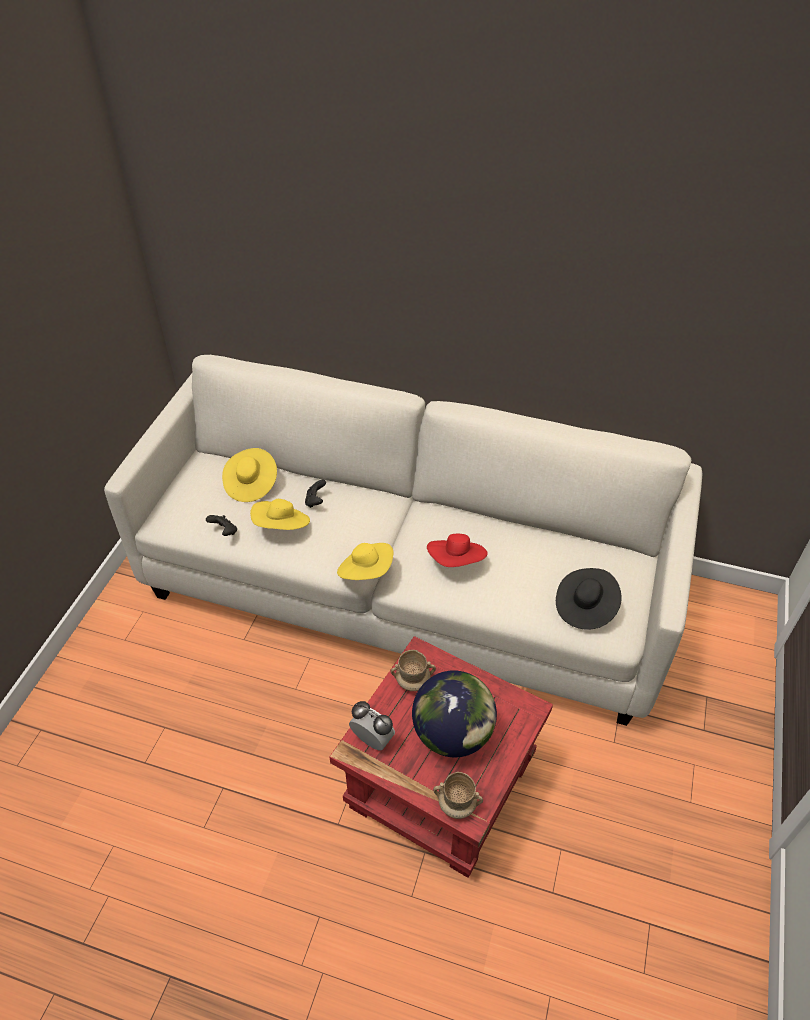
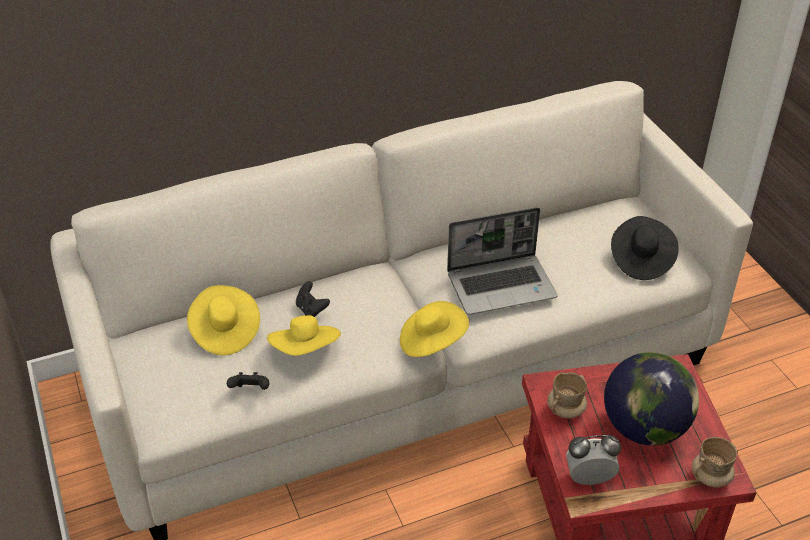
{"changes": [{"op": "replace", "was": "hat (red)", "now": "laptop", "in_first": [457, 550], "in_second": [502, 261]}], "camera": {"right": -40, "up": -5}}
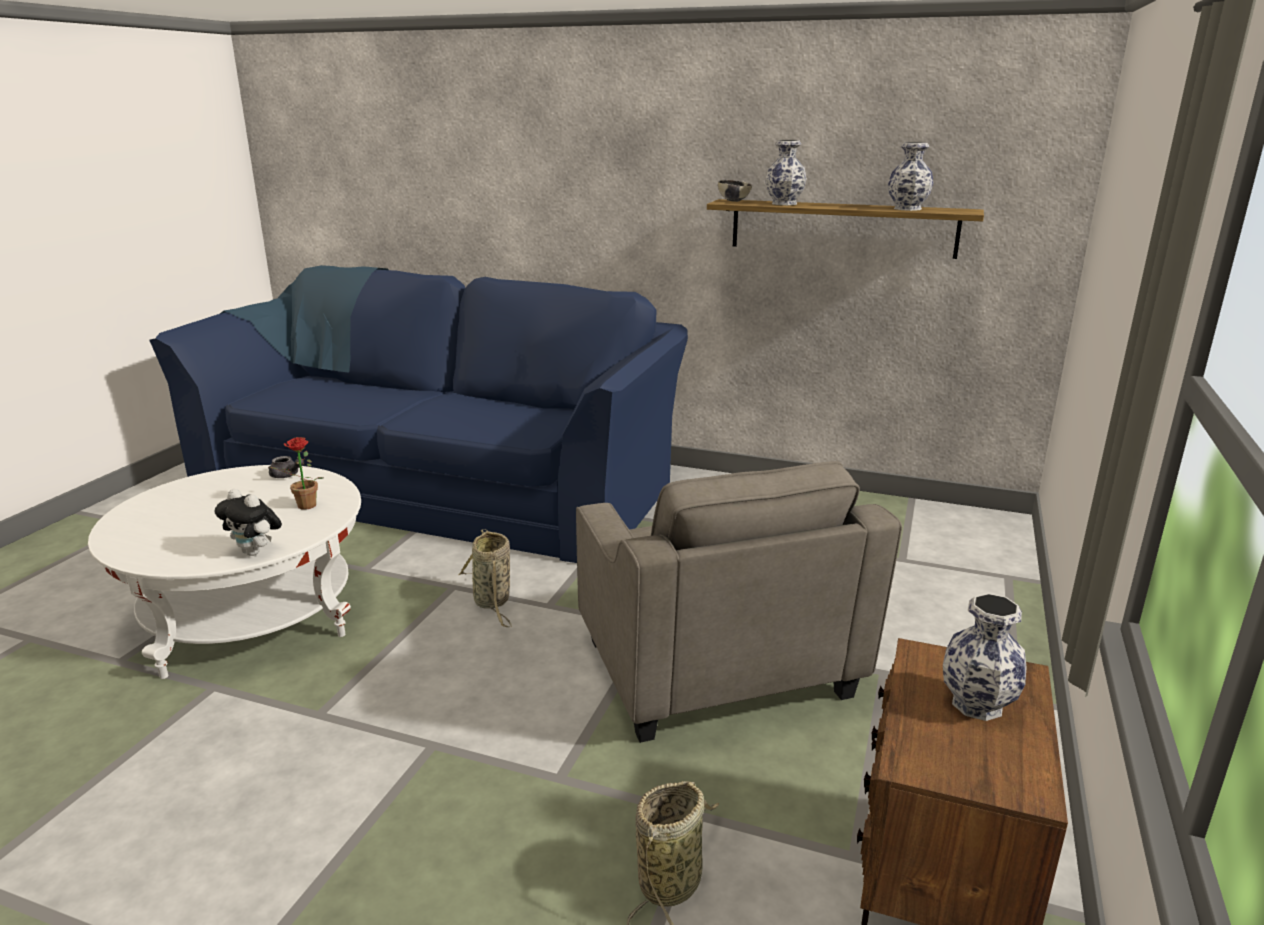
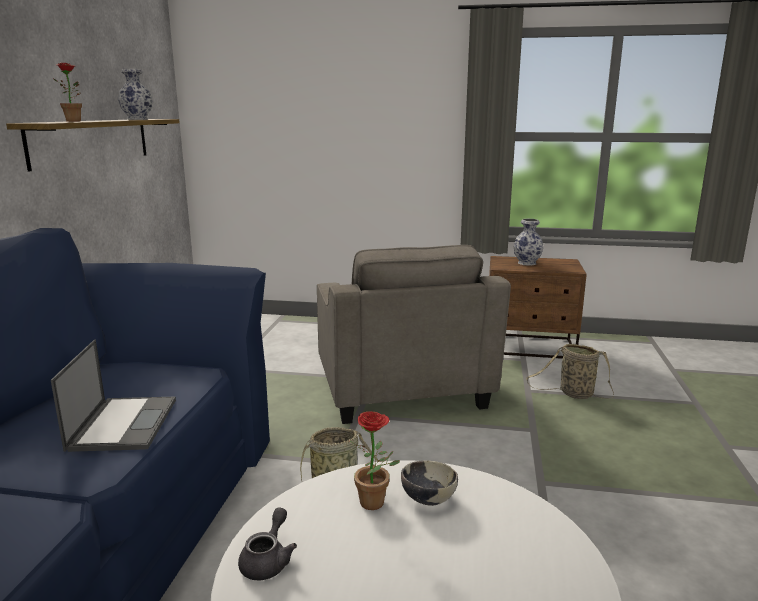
{"changes": [{"op": "delete", "was": "plush toy", "in_first": [248, 522]}, {"op": "rotate", "was": "armchair (grey)", "in_first": [739, 602], "in_second": [414, 334], "clockwise": 105}, {"op": "move", "was": "bowl", "in_first": [735, 191], "in_second": [429, 483]}, {"op": "replace", "was": "vase", "now": "potted plant", "in_first": [786, 172], "in_second": [68, 92]}, {"op": "insert", "now": "laptop", "in_second": [113, 395]}], "camera": {"right": -100, "up": -5}}
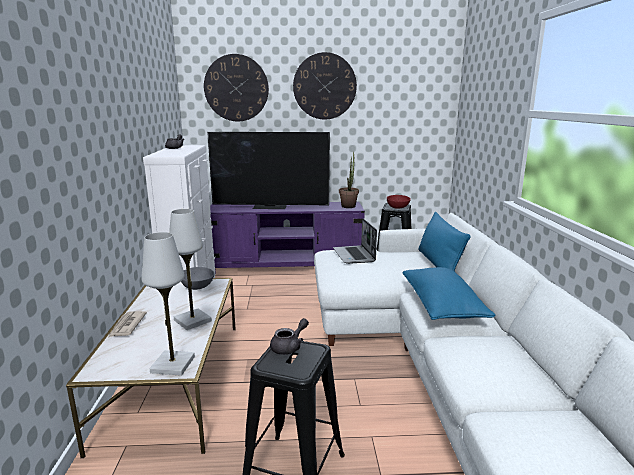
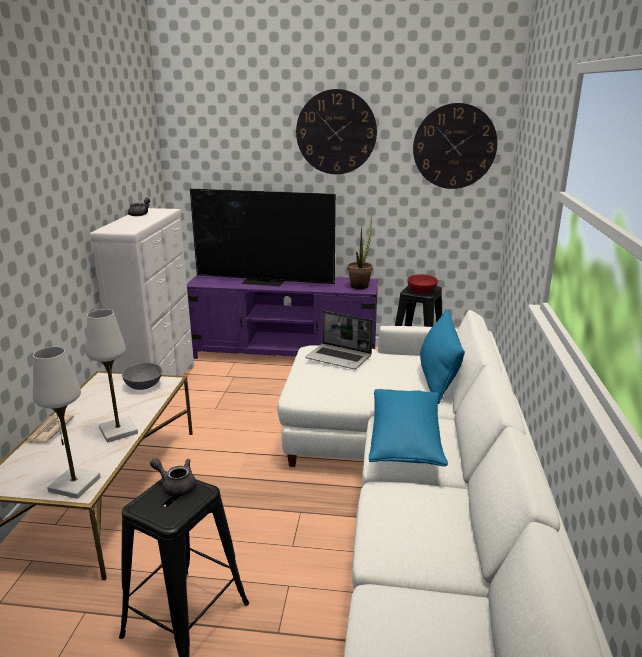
{"changes": [{"op": "move", "was": "wall clock", "in_first": [236, 87], "in_second": [455, 146]}, {"op": "rotate", "was": "teapot (grey)", "in_first": [289, 336], "in_second": [173, 477], "clockwise": -120}, {"op": "rotate", "was": "laptop", "in_first": [355, 241], "in_second": [339, 340], "clockwise": -60}], "camera": {"right": 10, "up": 5}}
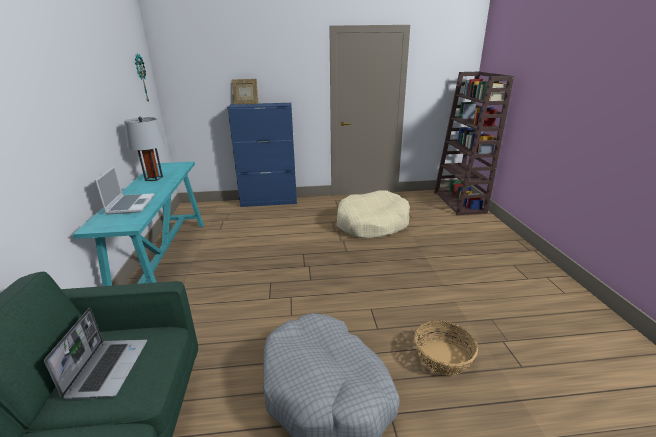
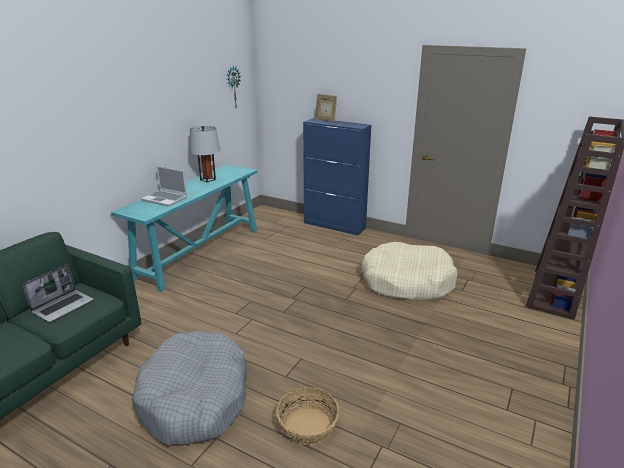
{"changes": [{"op": "rotate", "was": "laptop", "in_first": [125, 190], "in_second": [164, 186], "clockwise": 90}], "camera": {"right": 35, "up": 0}}
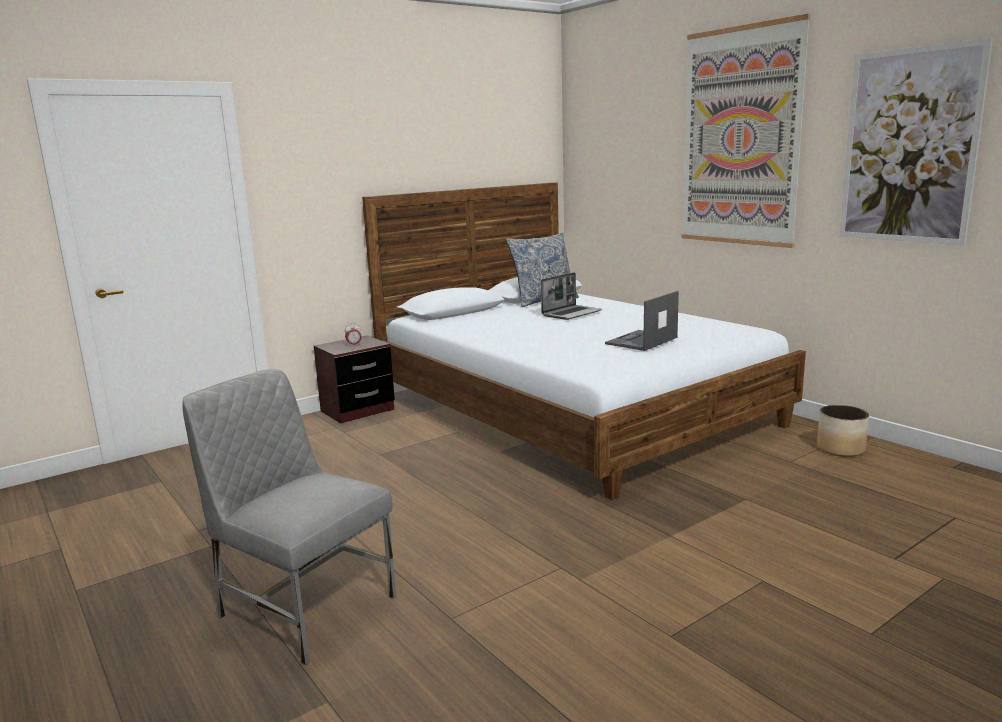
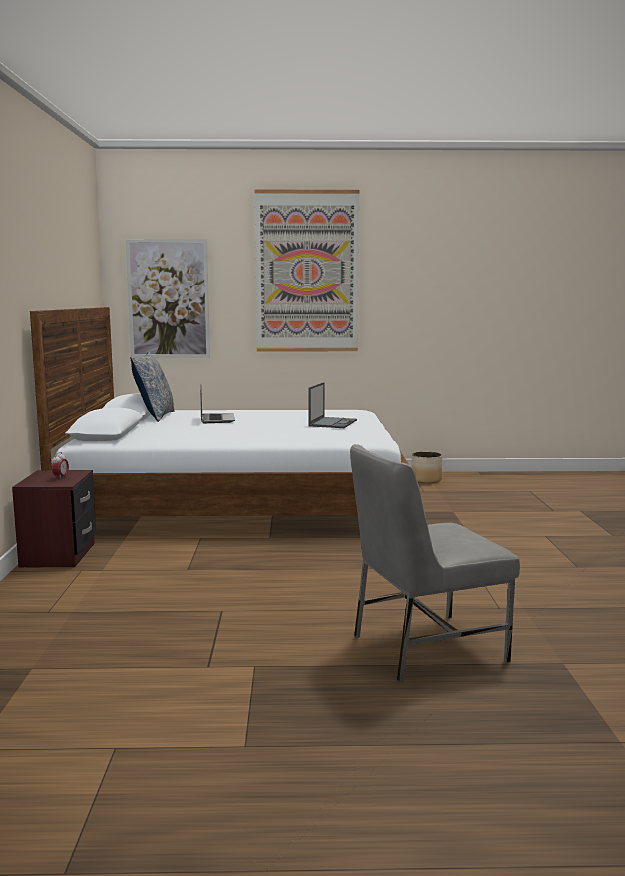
{"changes": [{"op": "rotate", "was": "laptop", "in_first": [642, 321], "in_second": [332, 405], "clockwise": -150}, {"op": "move", "was": "picture", "in_first": [916, 141], "in_second": [168, 298]}], "camera": {"right": -55, "up": -5}}
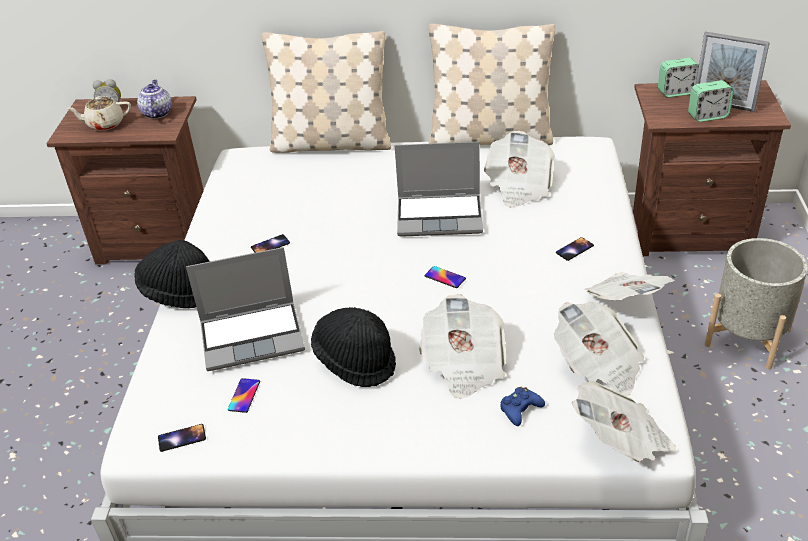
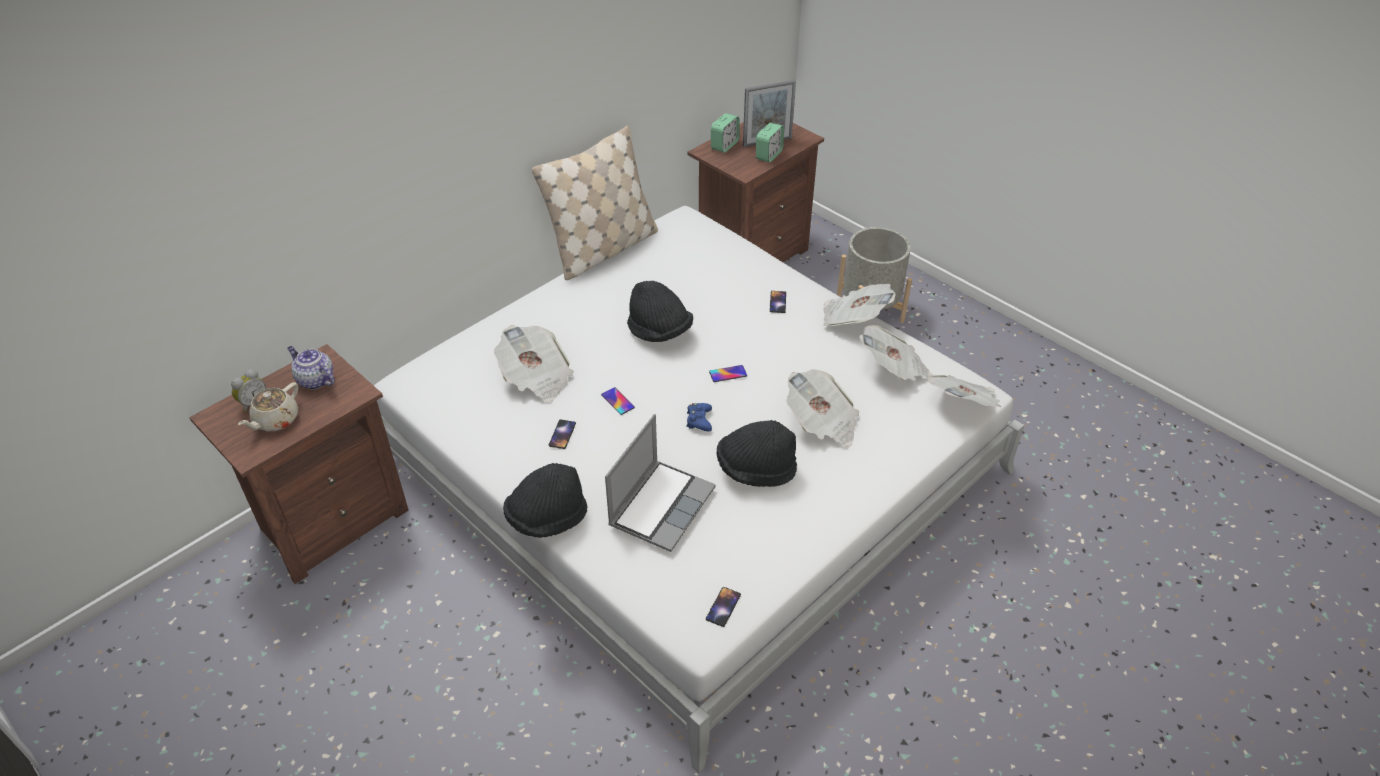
{"changes": [{"op": "move", "was": "phone", "in_first": [244, 395], "in_second": [618, 401]}, {"op": "delete", "was": "pillow (beige)", "in_first": [326, 92]}, {"op": "replace", "was": "laptop", "now": "hat (black)", "in_first": [439, 189], "in_second": [660, 311]}, {"op": "move", "was": "newspaper", "in_first": [519, 169], "in_second": [534, 363]}, {"op": "move", "was": "game controller (blue)", "in_first": [523, 406], "in_second": [699, 417]}], "camera": {"right": -50, "up": 5}}
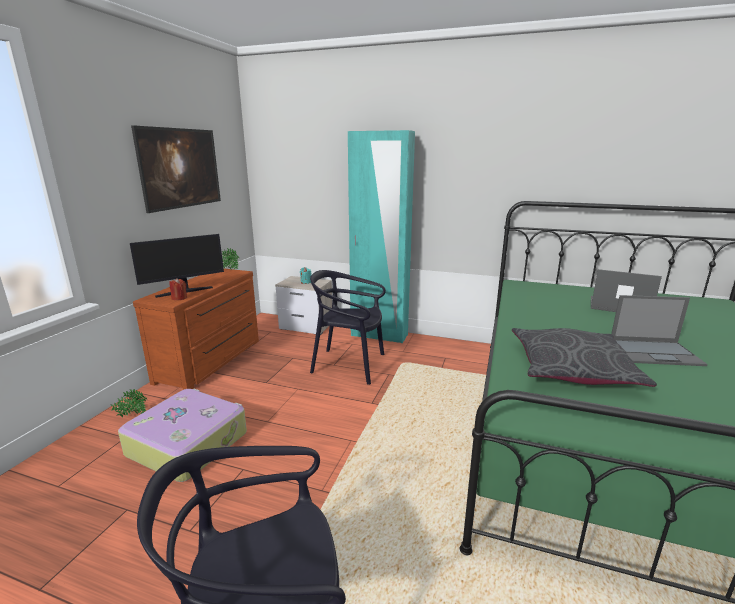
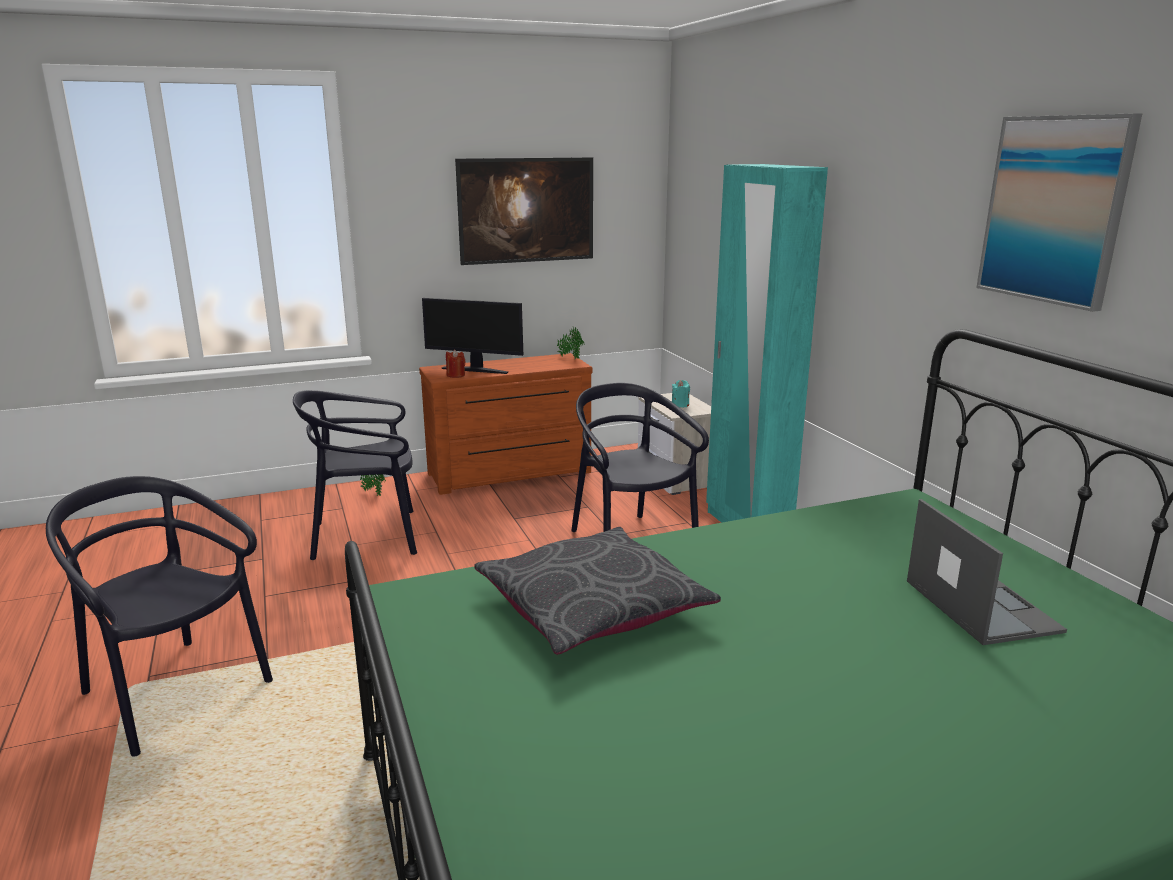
{"changes": [{"op": "replace", "was": "suitcase", "now": "chair (black)", "in_first": [182, 435], "in_second": [355, 475]}, {"op": "delete", "was": "laptop", "in_first": [659, 330]}, {"op": "insert", "now": "picture", "in_second": [1059, 212]}], "camera": {"right": 50, "up": 0}}
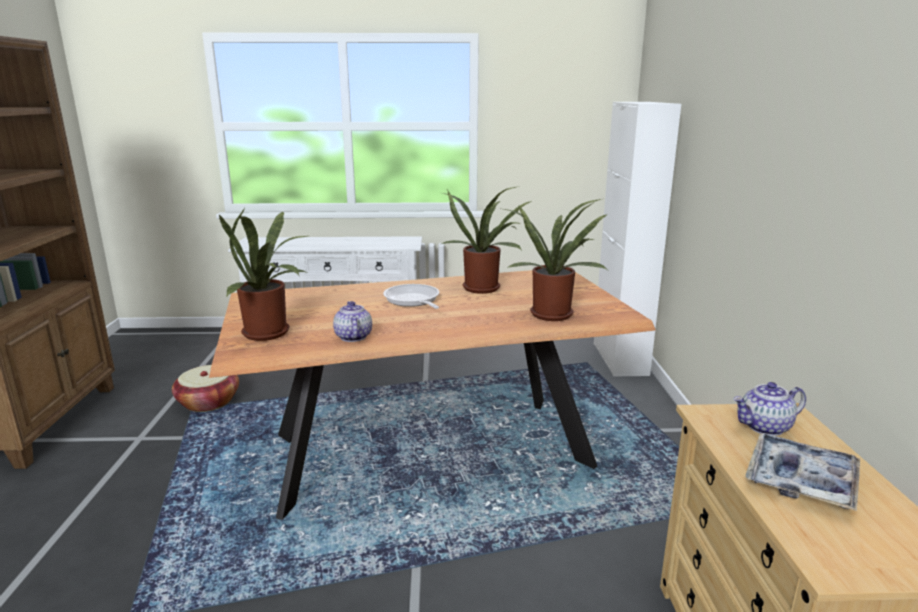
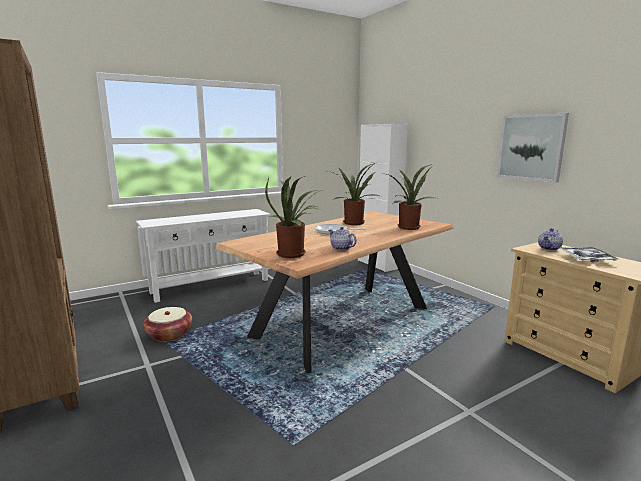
{"changes": [{"op": "insert", "now": "picture", "in_second": [533, 148]}], "camera": {"right": -30, "up": -5}}
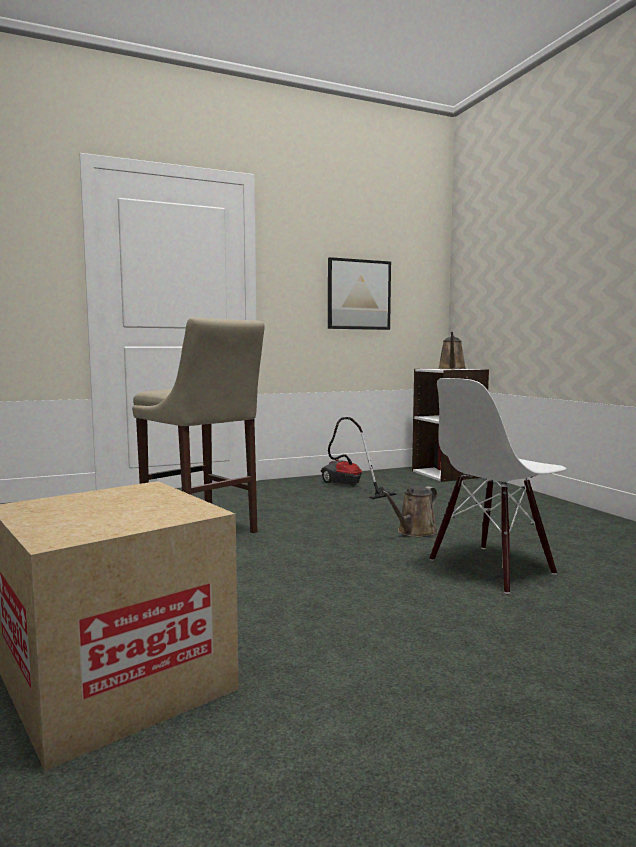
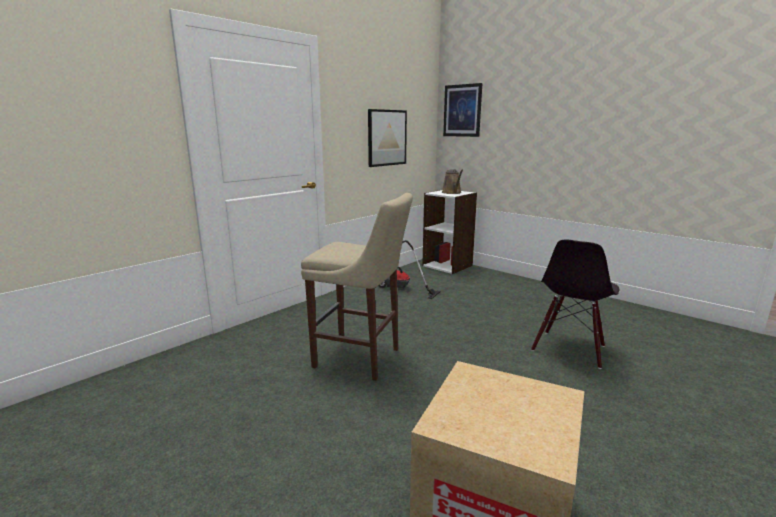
{"changes": [{"op": "delete", "was": "watering can (brown)", "in_first": [409, 511]}, {"op": "recolor", "was": "chair (white)", "now": "chair (black)", "in_first": [498, 486], "in_second": [575, 304]}, {"op": "insert", "now": "picture", "in_second": [462, 110]}], "camera": {"right": -25, "up": 10}}
